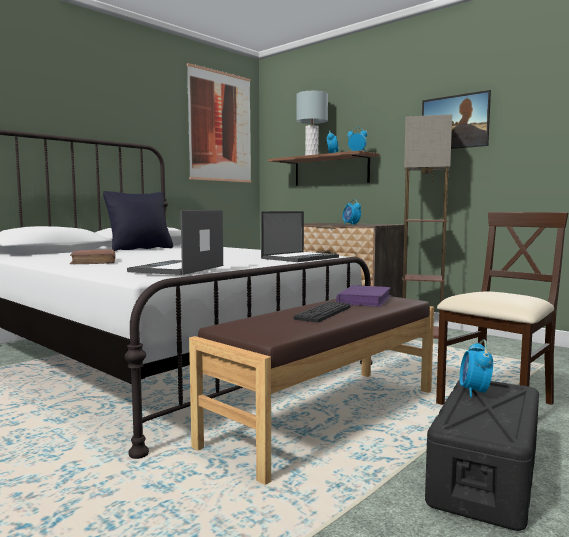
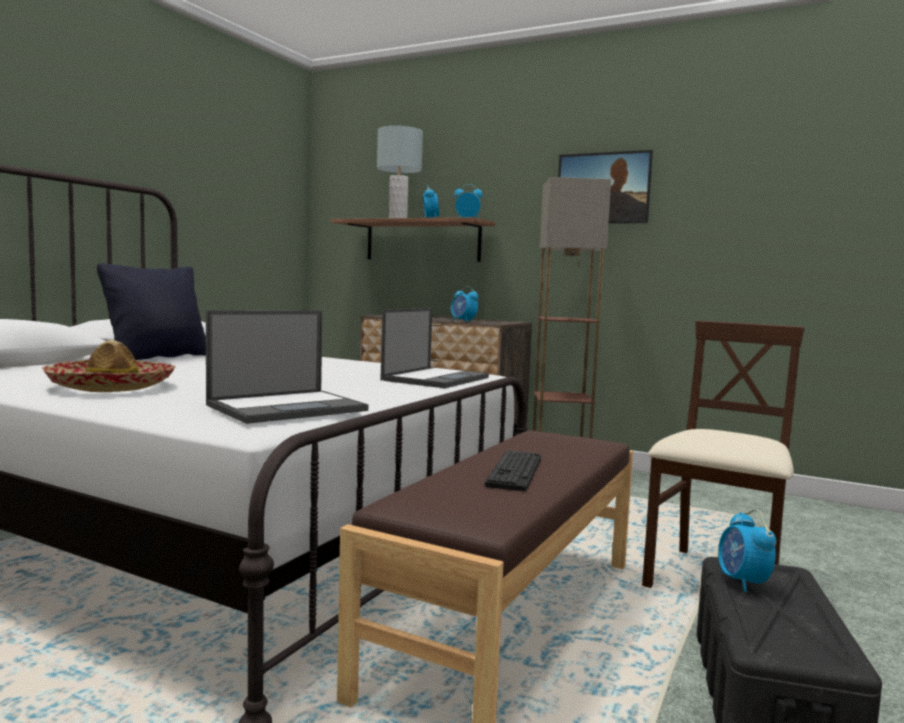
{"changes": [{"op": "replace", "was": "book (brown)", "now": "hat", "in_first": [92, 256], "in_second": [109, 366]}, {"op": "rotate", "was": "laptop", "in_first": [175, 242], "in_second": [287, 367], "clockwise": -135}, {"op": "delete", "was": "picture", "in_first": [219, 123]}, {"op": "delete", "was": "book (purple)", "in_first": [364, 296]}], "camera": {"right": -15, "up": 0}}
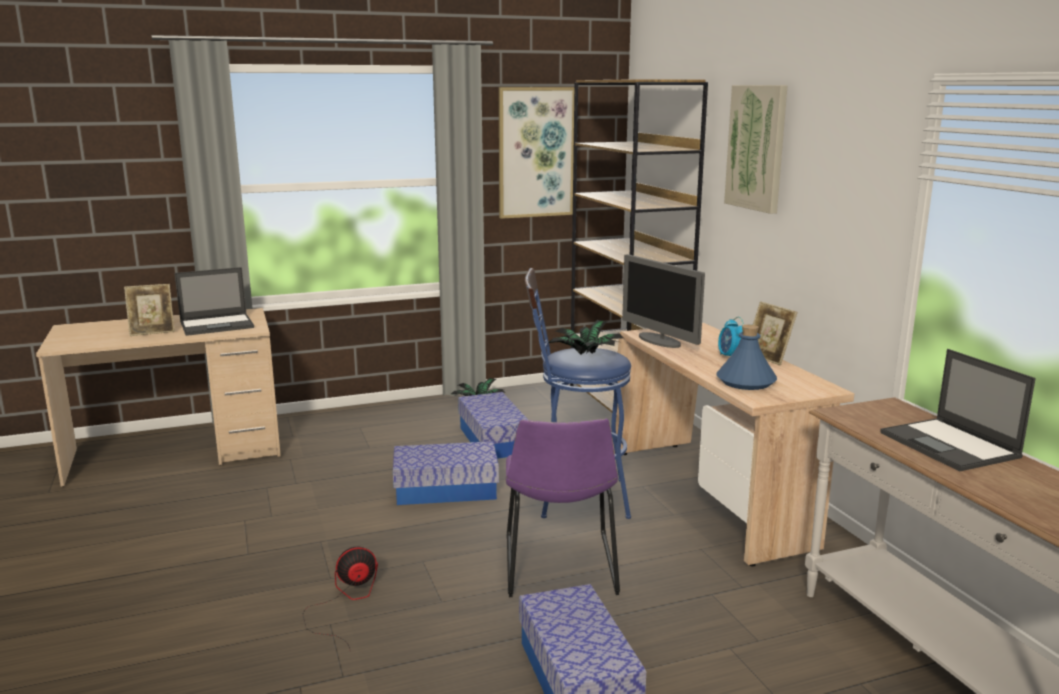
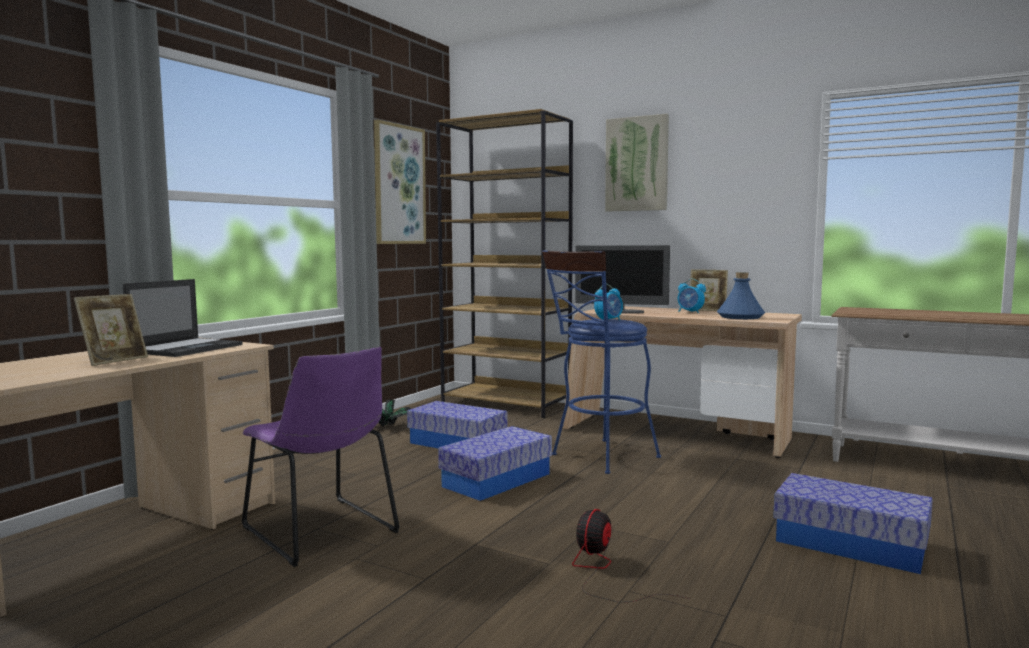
{"changes": [{"op": "move", "was": "chair (purple)", "in_first": [563, 508], "in_second": [321, 457]}, {"op": "replace", "was": "potted plant", "now": "alarm clock", "in_first": [586, 337], "in_second": [608, 302]}, {"op": "delete", "was": "laptop", "in_first": [958, 410]}], "camera": {"right": -40, "up": -10}}
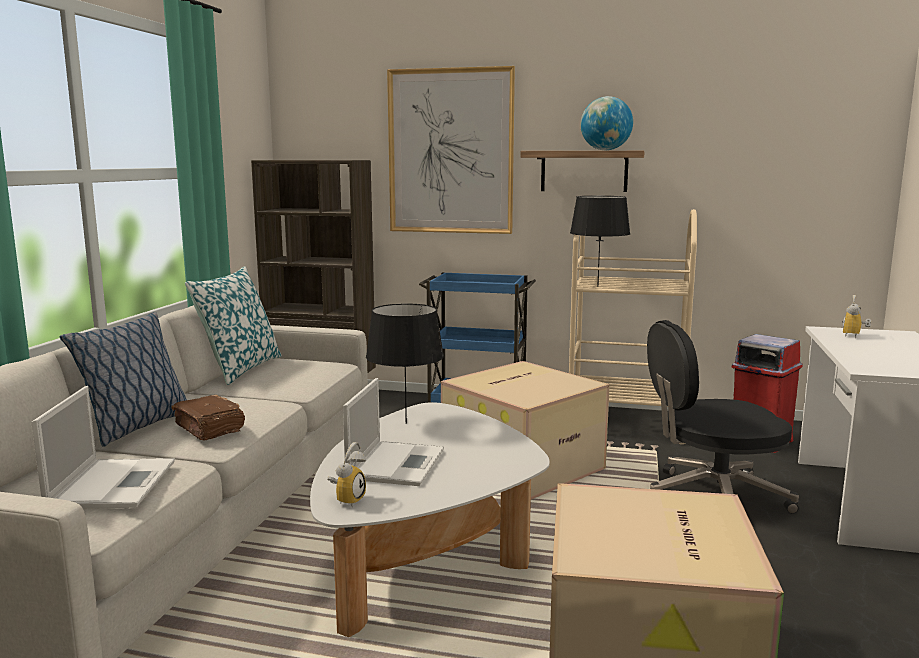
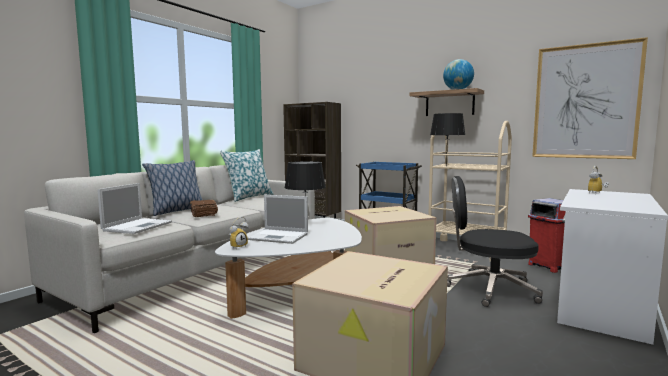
{"changes": [{"op": "rotate", "was": "laptop", "in_first": [393, 432], "in_second": [277, 219], "clockwise": 75}, {"op": "move", "was": "picture", "in_first": [451, 150], "in_second": [590, 98]}], "camera": {"right": 20, "up": -5}}
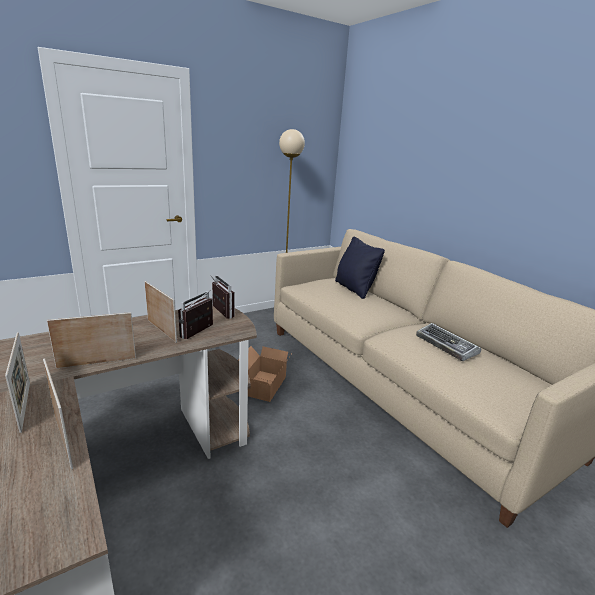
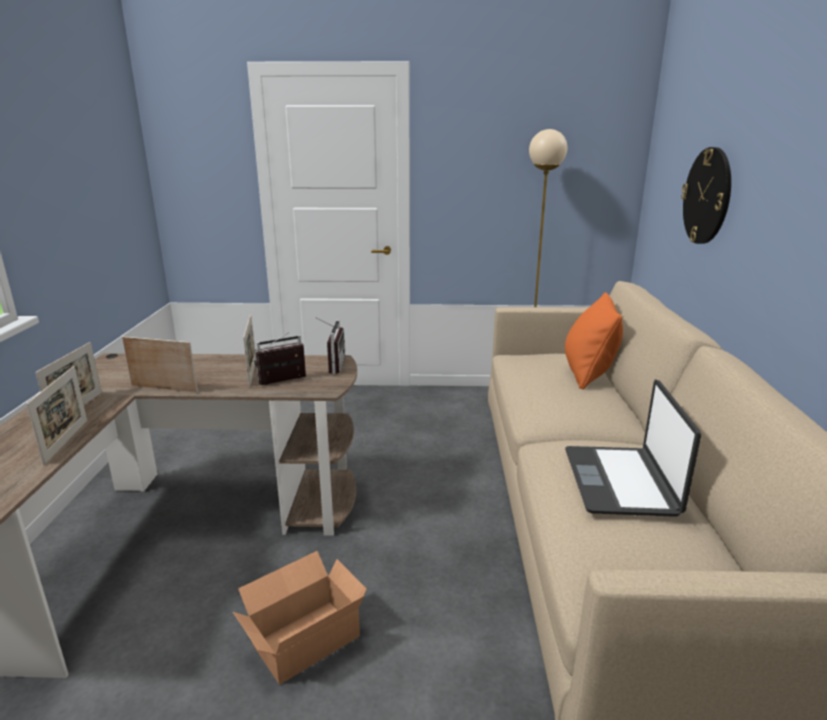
{"changes": [{"op": "move", "was": "cardboard box", "in_first": [265, 374], "in_second": [300, 617]}, {"op": "recolor", "was": "pillow (black)", "now": "pillow (orange)", "in_first": [360, 268], "in_second": [594, 340]}, {"op": "replace", "was": "keyboard", "now": "laptop", "in_first": [448, 342], "in_second": [633, 448]}, {"op": "insert", "now": "wall clock", "in_second": [706, 195]}], "camera": {"right": 35, "up": 0}}
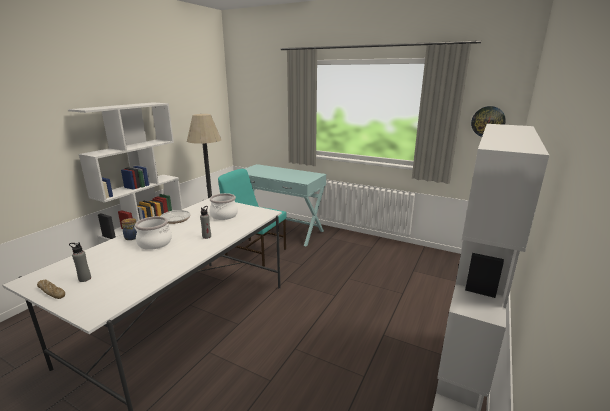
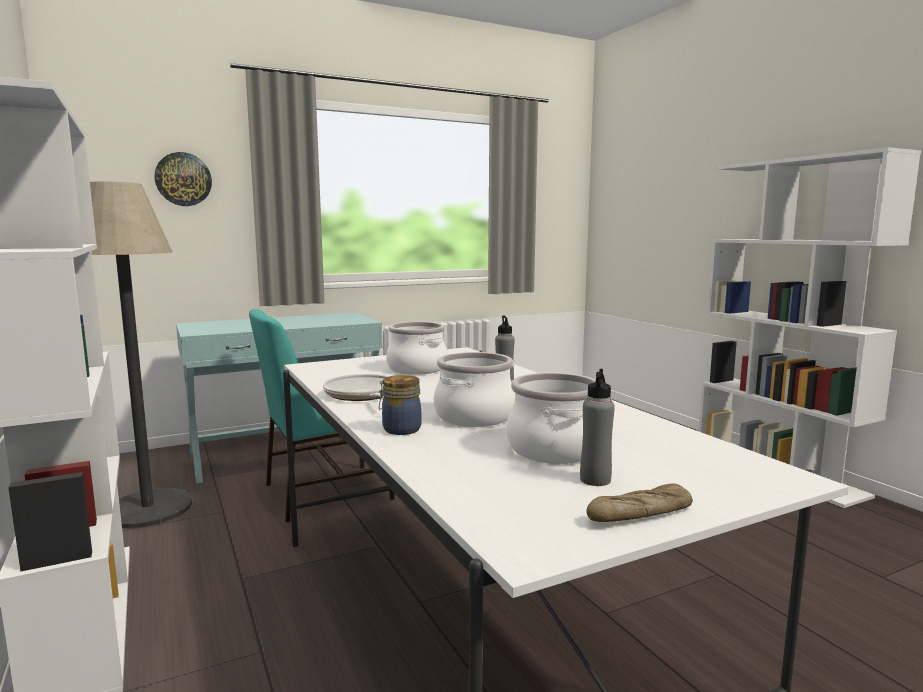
{"changes": [{"op": "move", "was": "wall clock", "in_first": [488, 121], "in_second": [183, 179]}, {"op": "insert", "now": "cooking pot", "in_second": [551, 418]}], "camera": {"right": -55, "up": -10}}
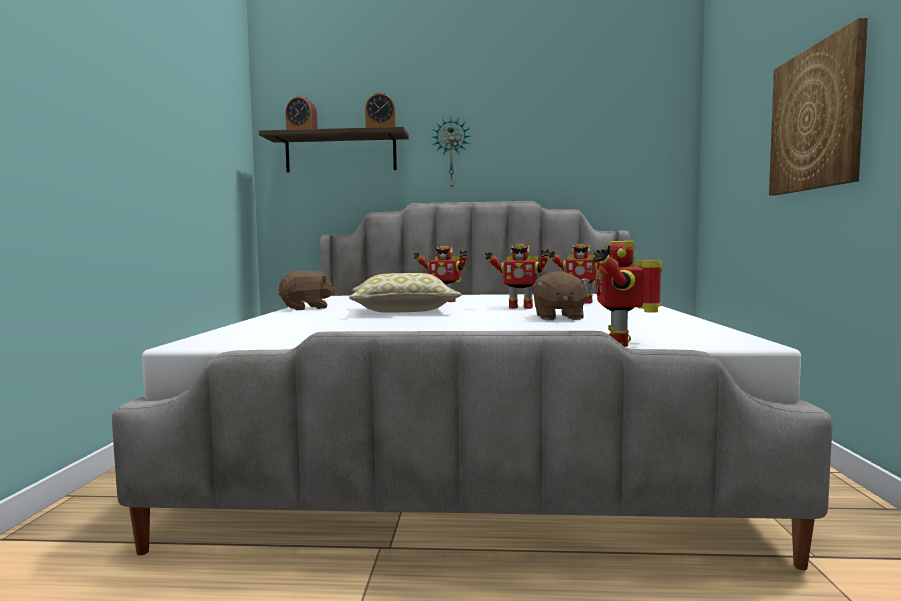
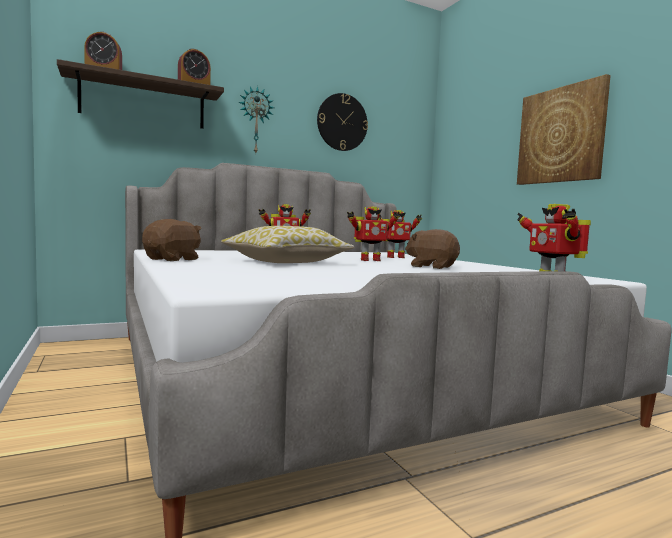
{"changes": [{"op": "rotate", "was": "plush toy (brown)", "in_first": [562, 295], "in_second": [432, 249], "clockwise": 150}, {"op": "insert", "now": "wall clock", "in_second": [342, 122]}], "camera": {"right": -30, "up": 0}}
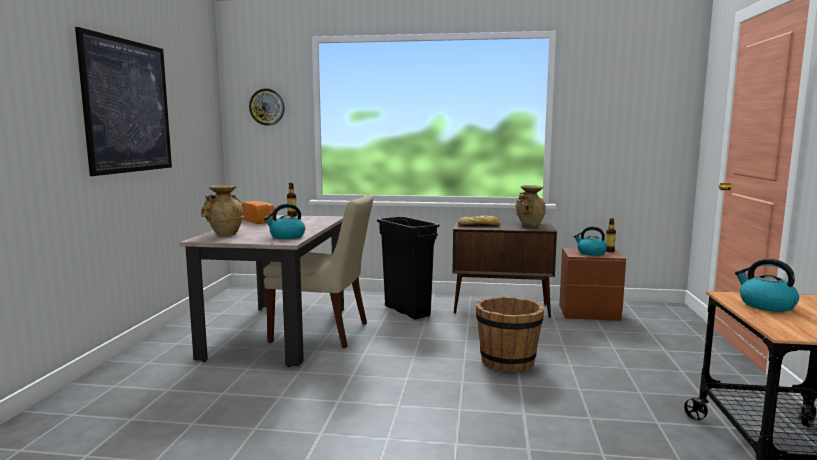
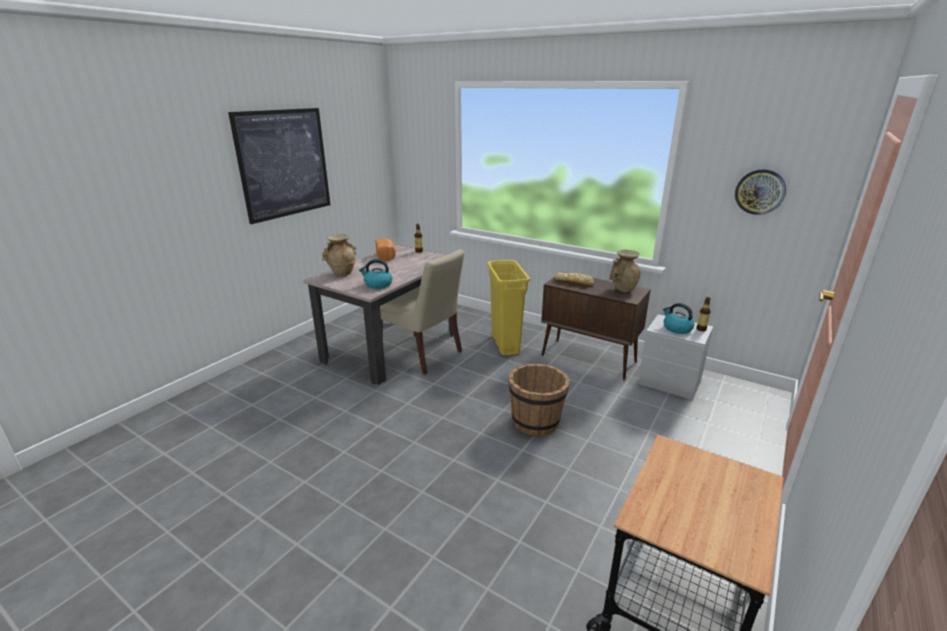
{"changes": [{"op": "move", "was": "wall clock", "in_first": [267, 107], "in_second": [760, 192]}, {"op": "recolor", "was": "trash can (black)", "now": "trash can (yellow)", "in_first": [408, 268], "in_second": [508, 308]}, {"op": "recolor", "was": "nightstand (brown)", "now": "nightstand (grey)", "in_first": [592, 284], "in_second": [675, 357]}, {"op": "delete", "was": "kettle", "in_first": [767, 285]}], "camera": {"right": 25, "up": 15}}
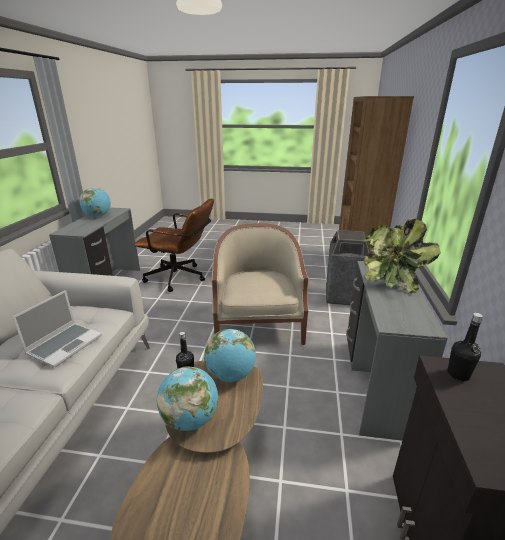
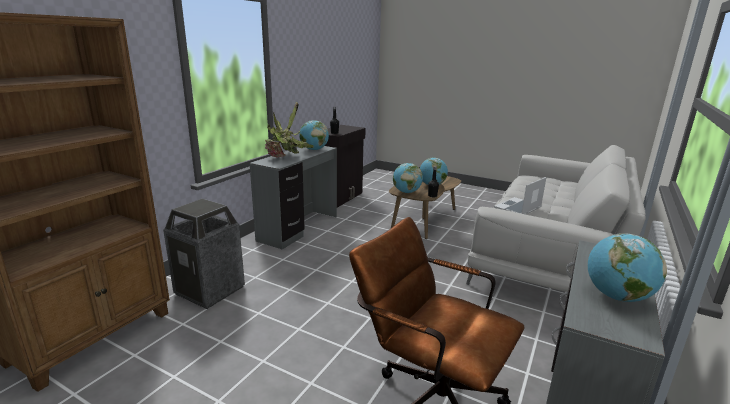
{"changes": [{"op": "delete", "was": "armchair (beige)", "in_first": [260, 284]}, {"op": "insert", "now": "globe", "in_second": [314, 135]}], "camera": {"right": -160, "up": -5}}
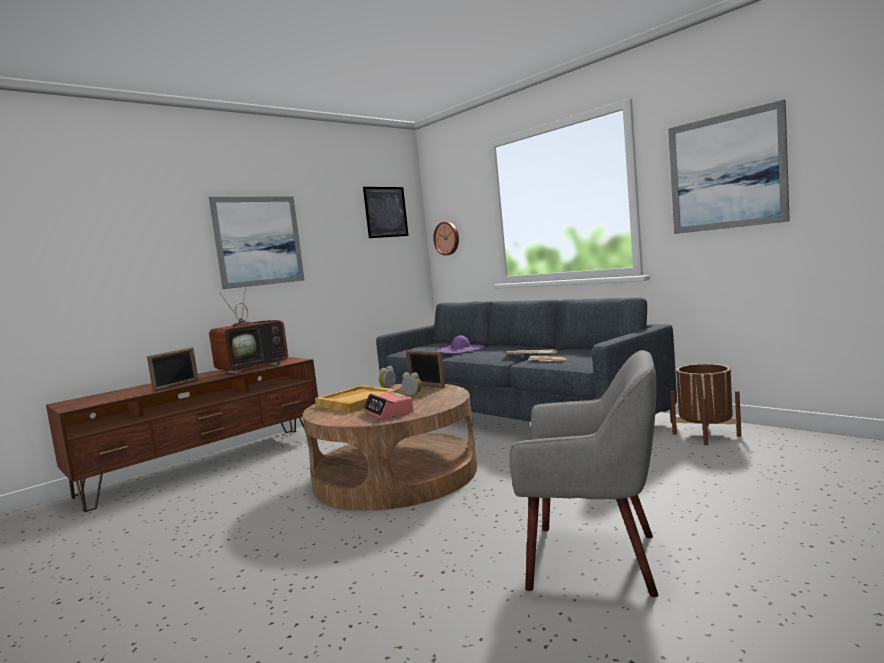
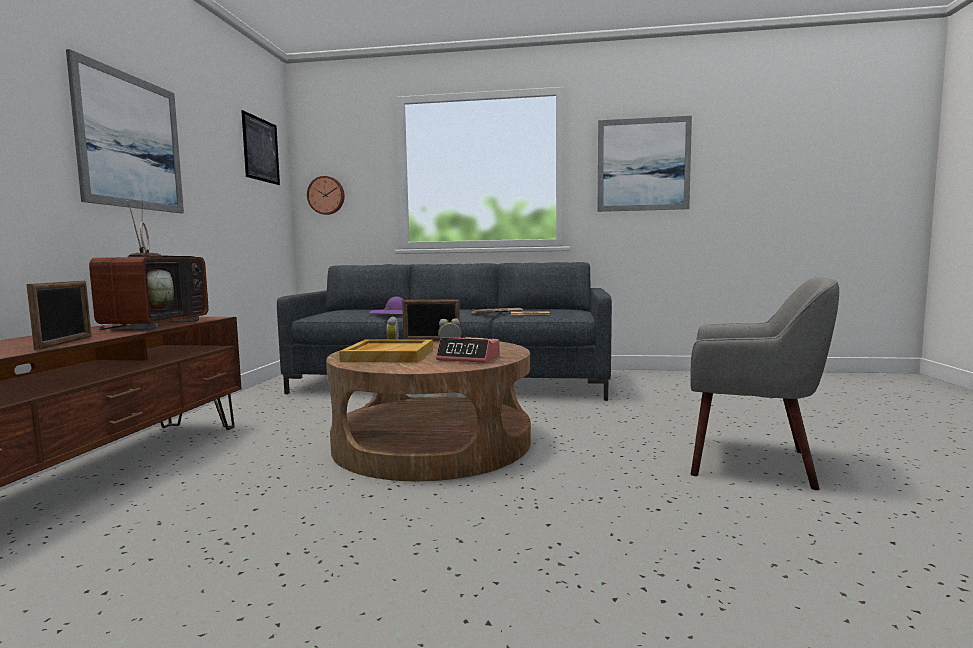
{"changes": [{"op": "rotate", "was": "armchair (grey)", "in_first": [583, 473], "in_second": [764, 383], "clockwise": 45}, {"op": "delete", "was": "planter (brown)", "in_first": [705, 404]}], "camera": {"right": -40, "up": 0}}
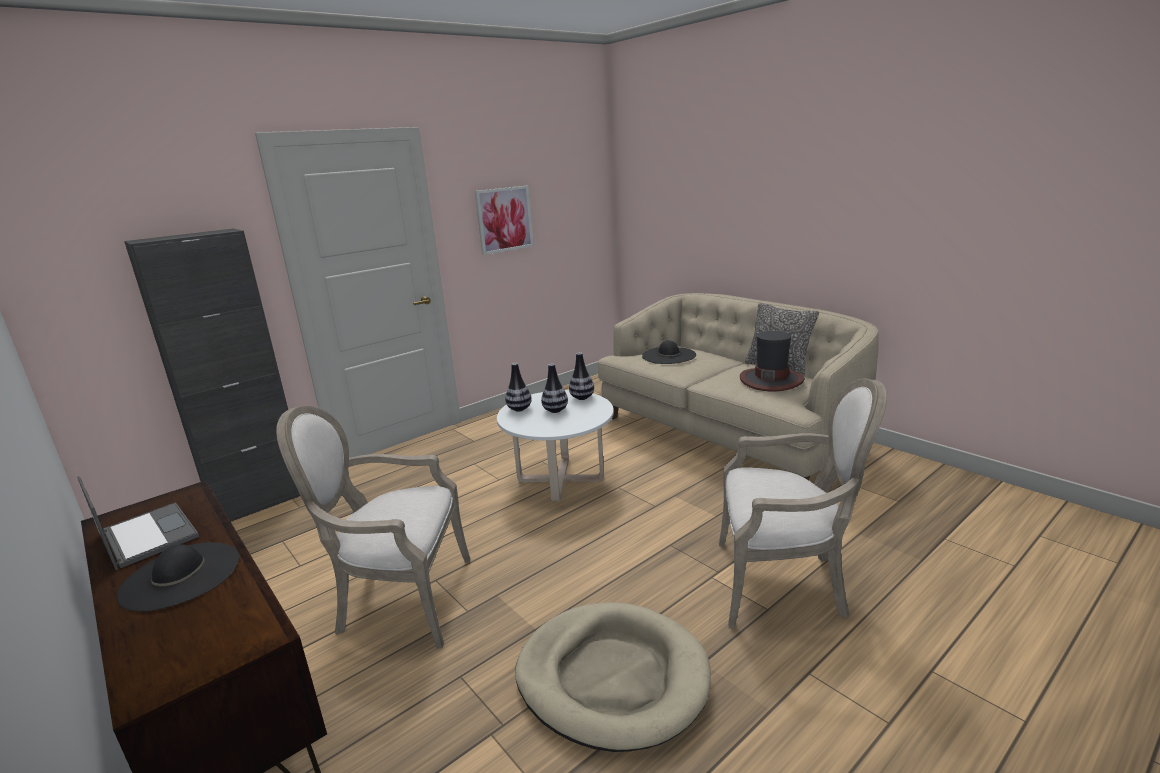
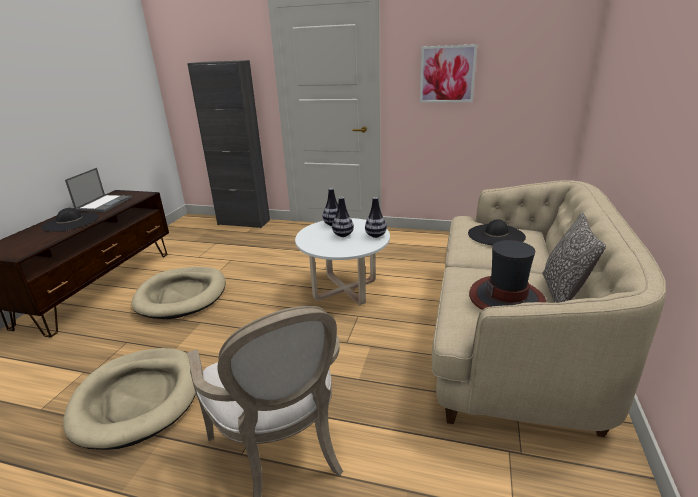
{"changes": [{"op": "replace", "was": "armchair", "now": "dog bed (beige)", "in_first": [373, 527], "in_second": [178, 293]}], "camera": {"right": 55, "up": 5}}
